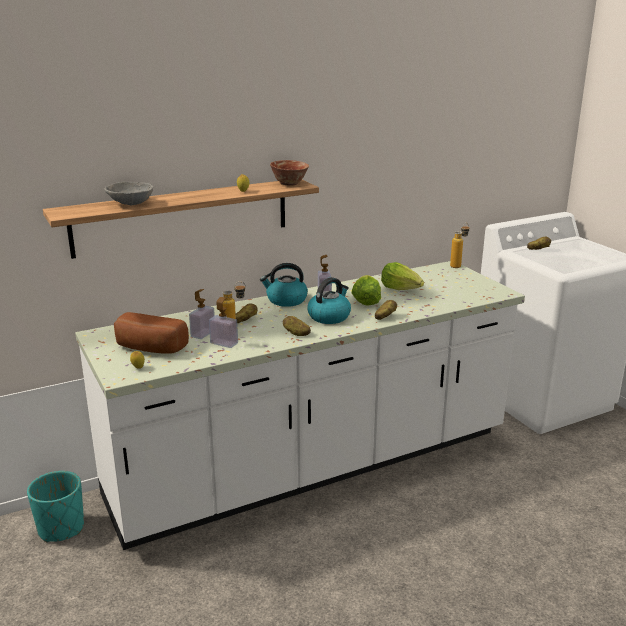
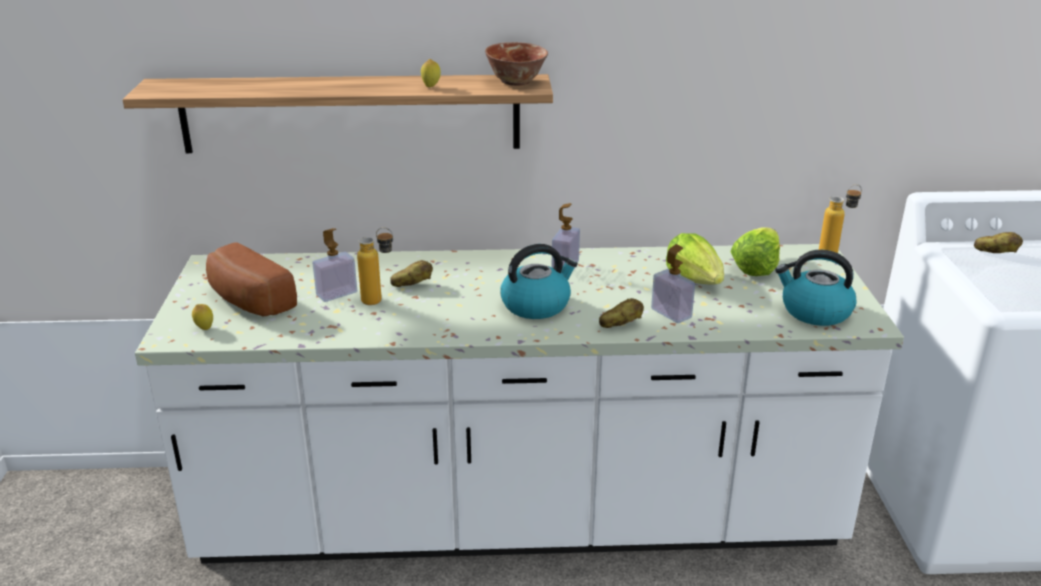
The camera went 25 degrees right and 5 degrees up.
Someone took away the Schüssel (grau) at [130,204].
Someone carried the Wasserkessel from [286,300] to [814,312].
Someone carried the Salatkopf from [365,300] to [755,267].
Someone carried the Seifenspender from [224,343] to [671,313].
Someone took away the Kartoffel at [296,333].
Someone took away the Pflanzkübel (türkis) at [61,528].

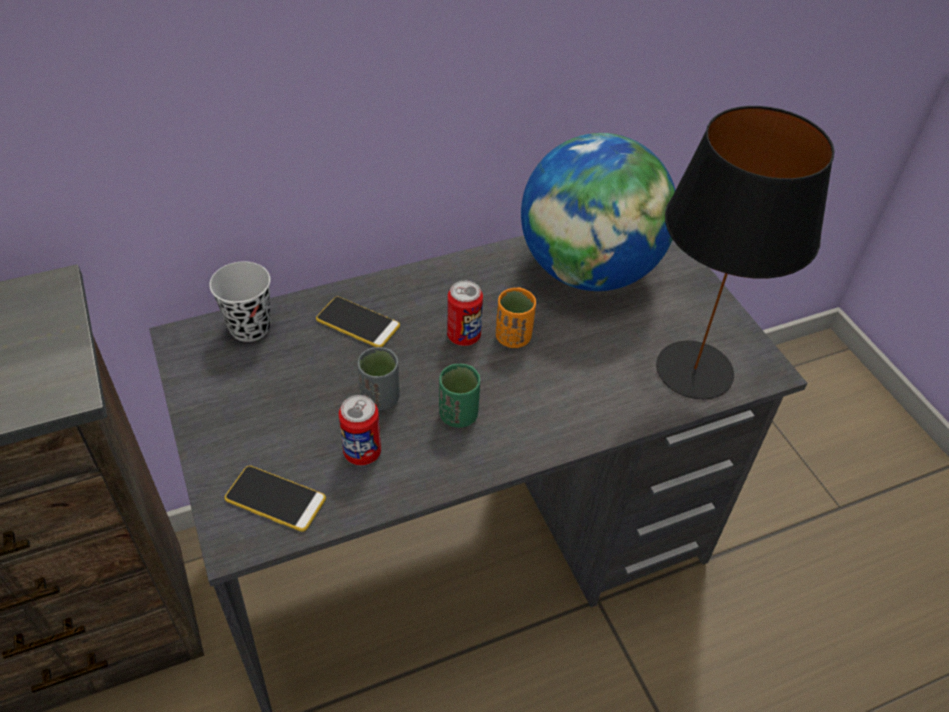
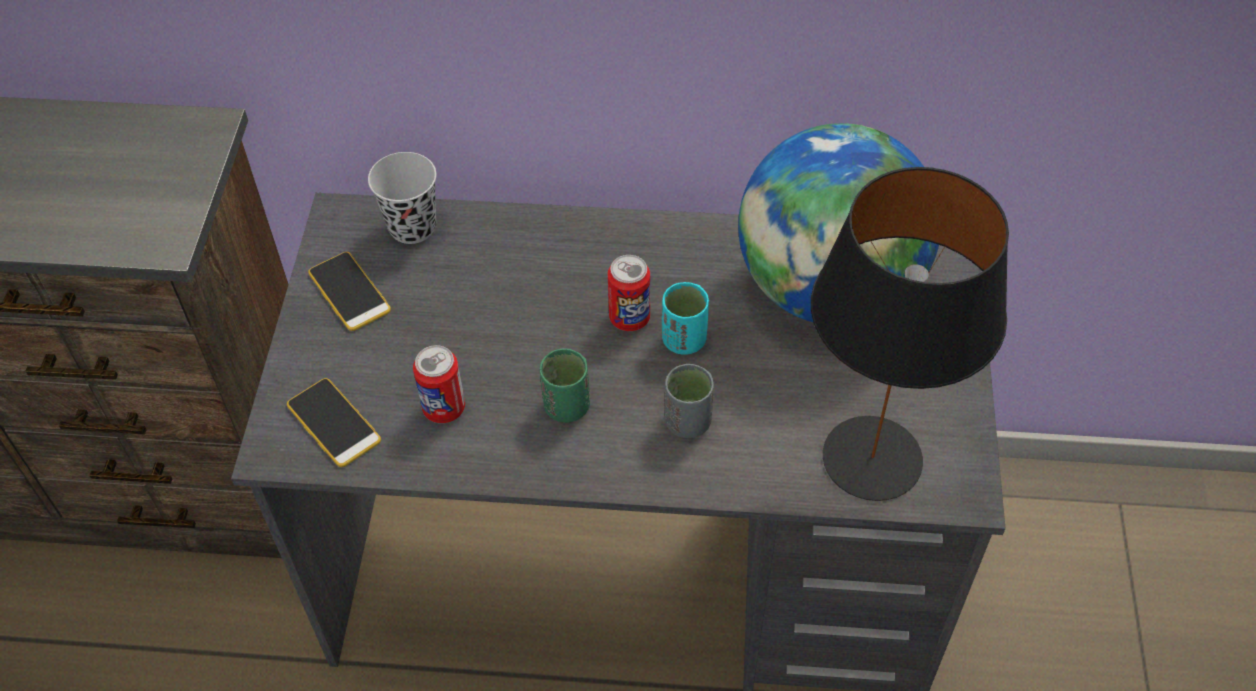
The camera went 30 degrees right and 5 degrees up.
Someone repainted the Tasse (orange) at [513,337], which became the Tasse (türkis) at [684,340].
Someone carried the Handy from [358,323] to [349,292].
Someone carried the Tasse (grau) from [380,398] to [687,422].

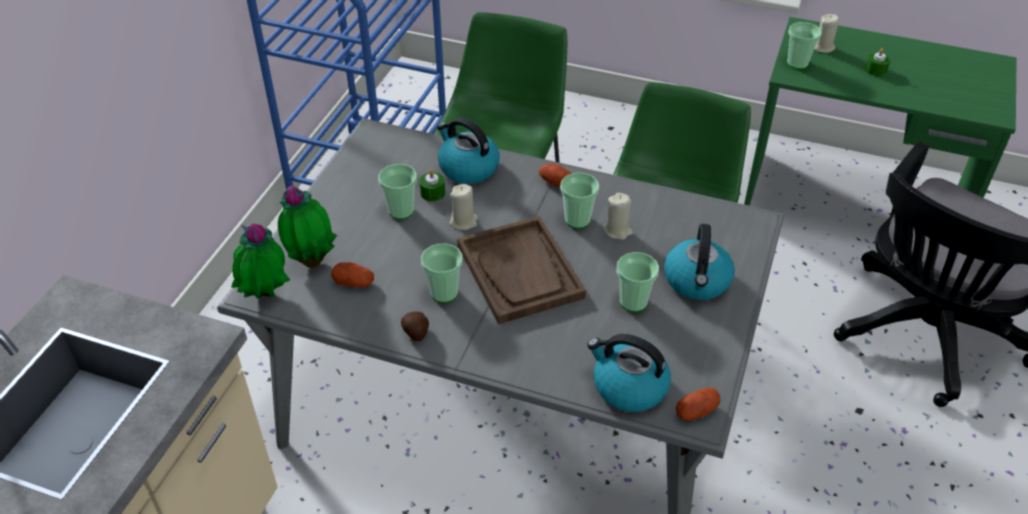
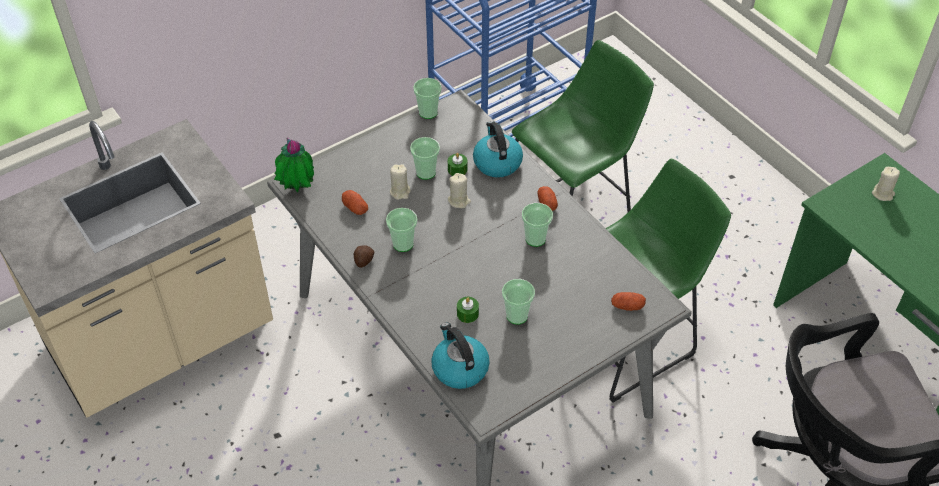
The camera went 35 degrees right and 5 degrees up.
Someone carried the Tasse from [797,63] to [428,112].
Someone carried the Kerze (grün) from [875,70] to [467,314].
Someone took away the Topfpflanze at [312,260].
Someone carried the Kerze (beige) from [617,230] to [400,192].
Someone took away the Tablett (braun) at [520,272].
Someone took away the Wasserkessel at [697,281].
Someone carried the Kartoffel from [696,411] to [627,306].

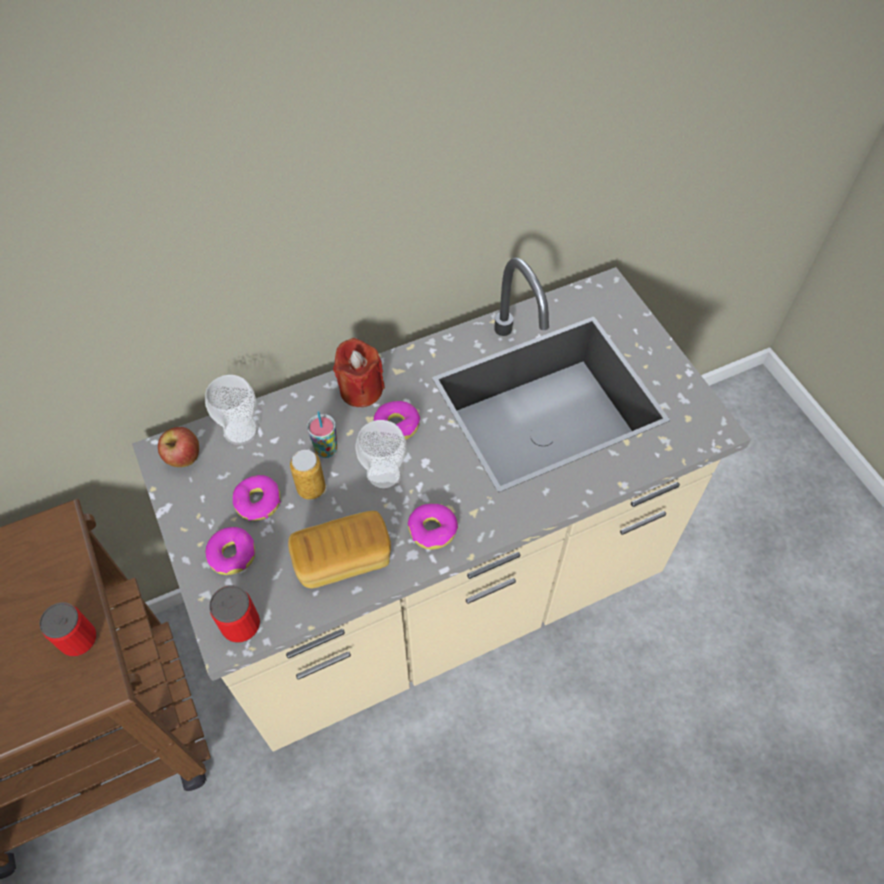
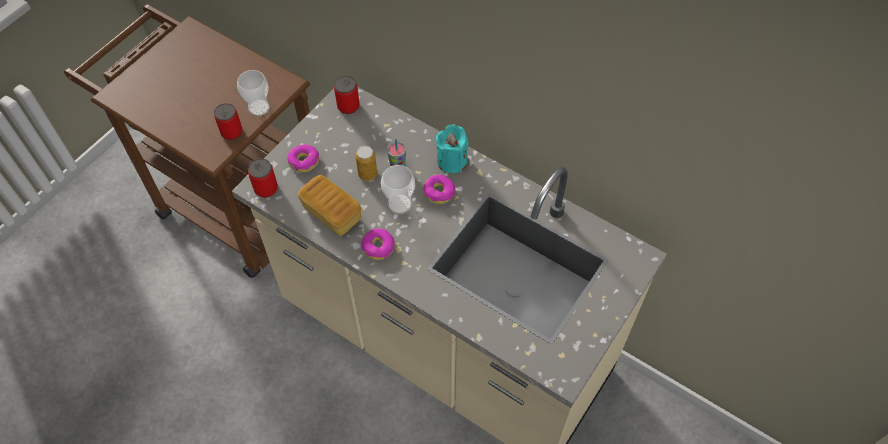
The camera went 60 degrees right and 0 degrees up.
Someone repainted the Kerze (rot) at [361,390], which became the Kerze (türkis) at [452,161].
Someone carried the Tasse from [241,430] to [259,108].
Someone swapped the Apfel at [184,459] for the Dose at [348,106].
Someone took away the Donut at [258,502].

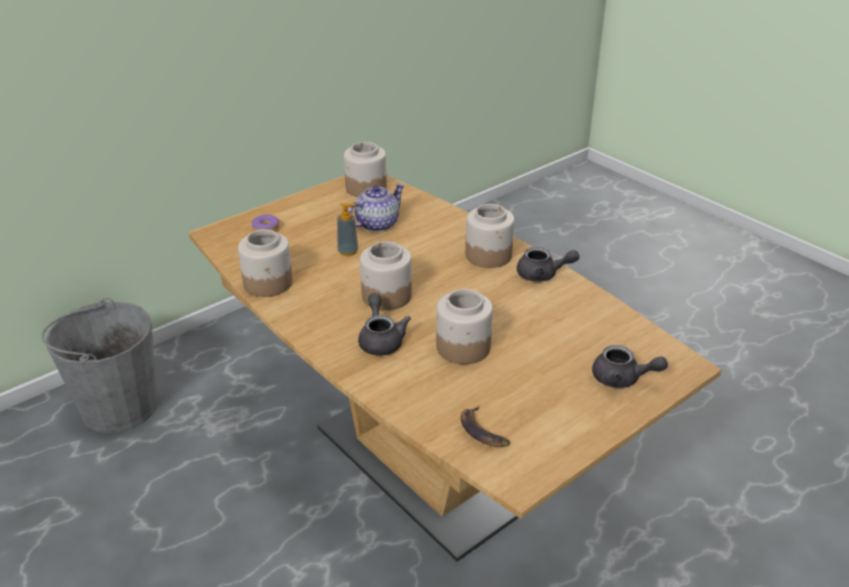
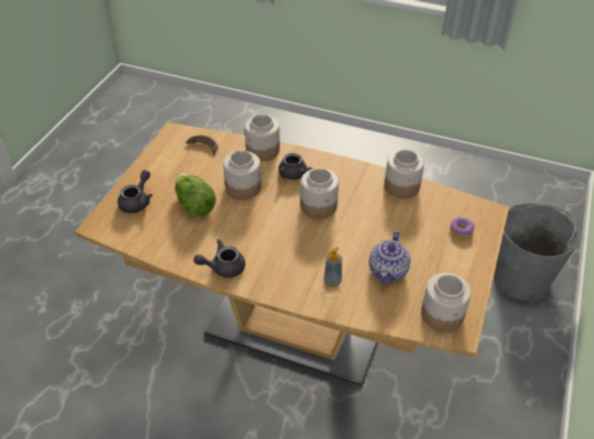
The camera went 150 degrees right and 10 degrees up.
Someone carried the Seifenspender from [348,251] to [332,281].
Someone carried the Vorratsglas from [488,255] to [262,151].
Someone rotated the Teekanne (grau) at [622,379] by 120 degrees clockwise.
Someone put down the Salatkopf at [194,204].

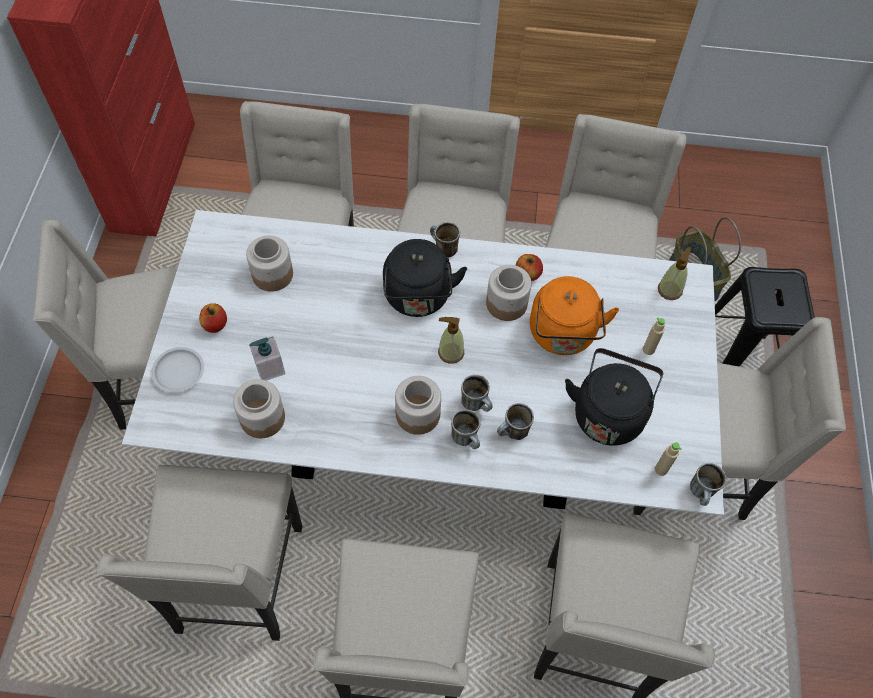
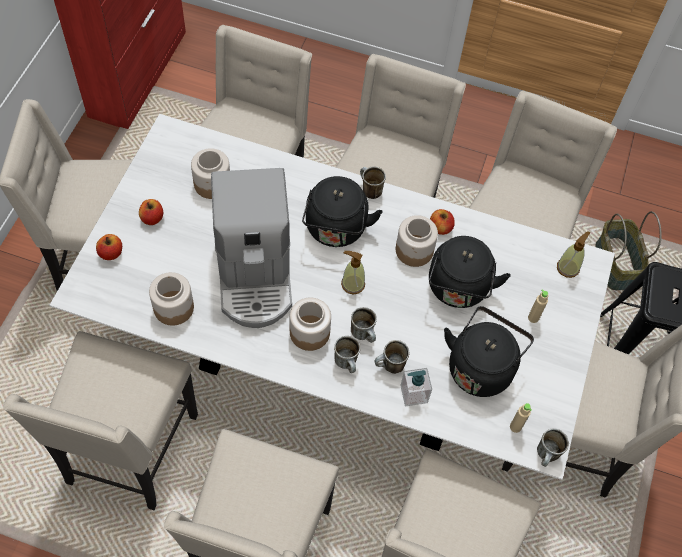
The camera went 10 degrees right and 0 degrees up.
Someone repainted the Wasserkessel (orange) at [563,336], which became the Wasserkessel (schwarz) at [458,289].
Someone carried the Seifenspender from [269,368] to [413,394].
Someone swapped the Teller (weiß) at [178,372] for the Apfel at [111,253].
Someone put down the Kaffeemaschine at [255,275].

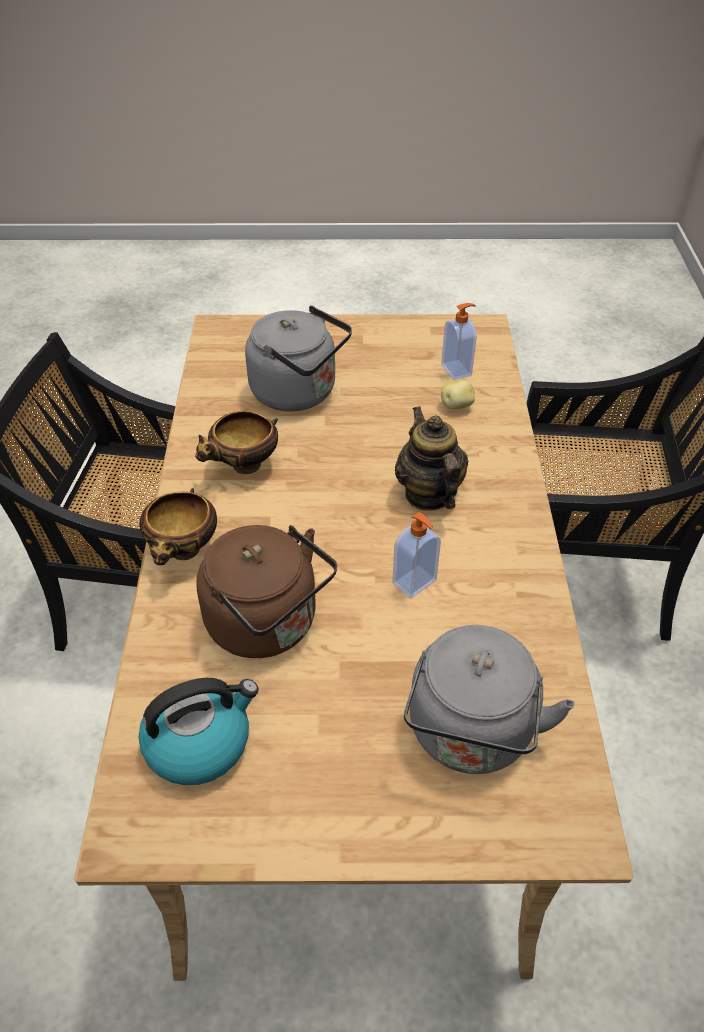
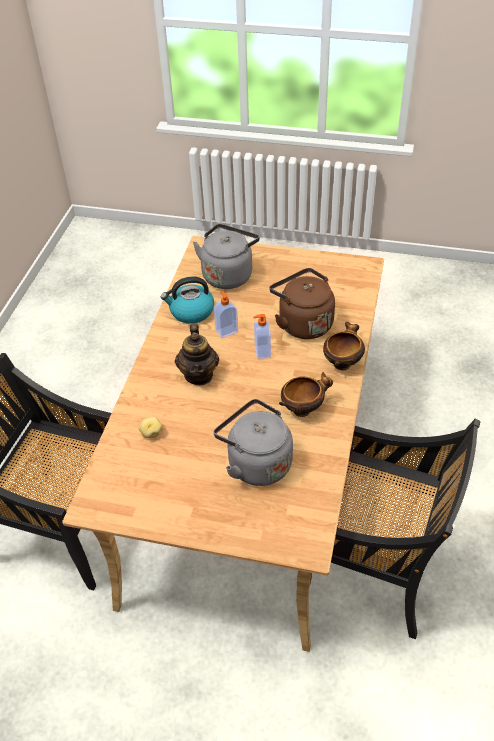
The camera went 165 degrees left and 0 degrees up.
Someone carried the Seifenspender from [457,370] to [262,352].
Someone carried the Wasserkessel from [200,742] to [191,312].

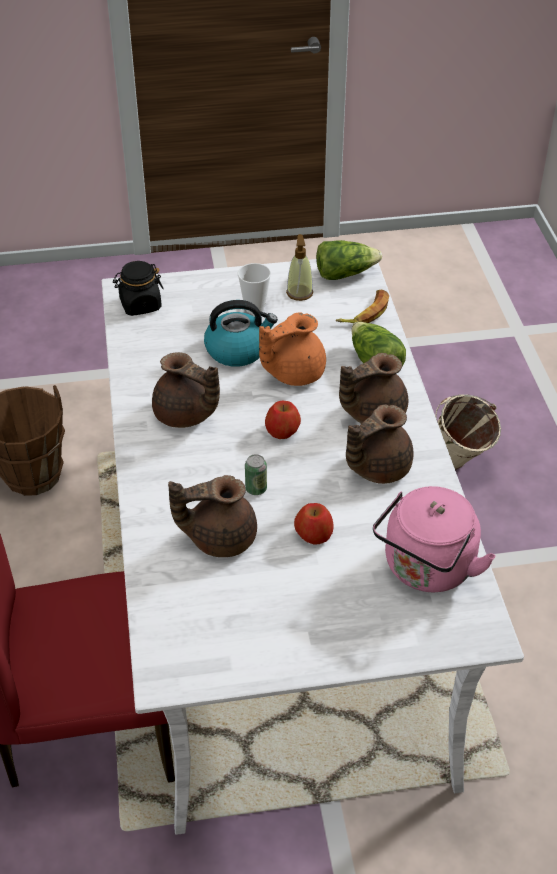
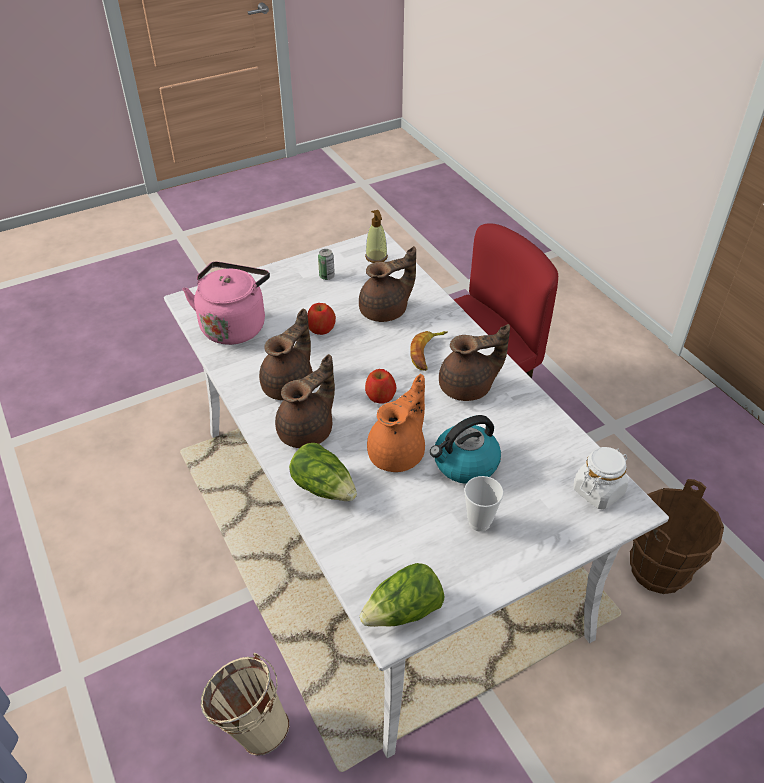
The camera went 160 degrees right and 0 degrees up.
Someone carried the Seifenspender from [299,293] to [376,257].
Someone repainted the Vorratsglas (schwarz) at [140,305], which became the Vorratsglas (weiß) at [598,491].
Someone carried the Banane from [366,312] to [427,353].
Someone rotated the Teekanne (braun) at [185,415] by 150 degrees clockwise.
Someone carried the Dose from [256,489] to [327,276].

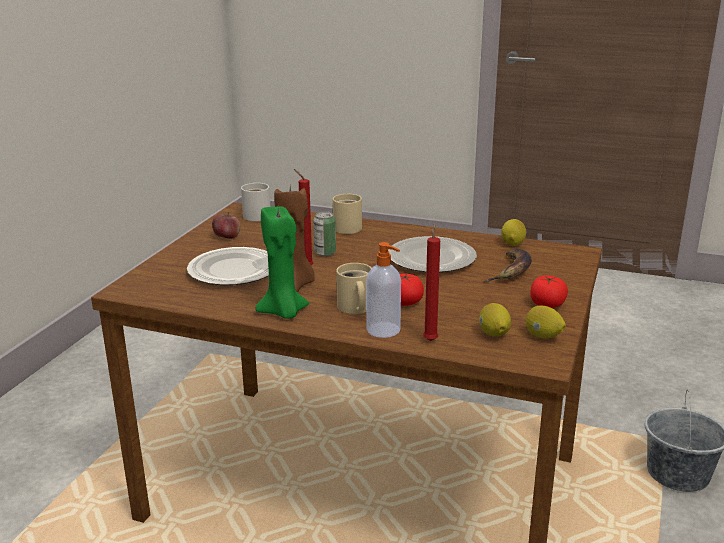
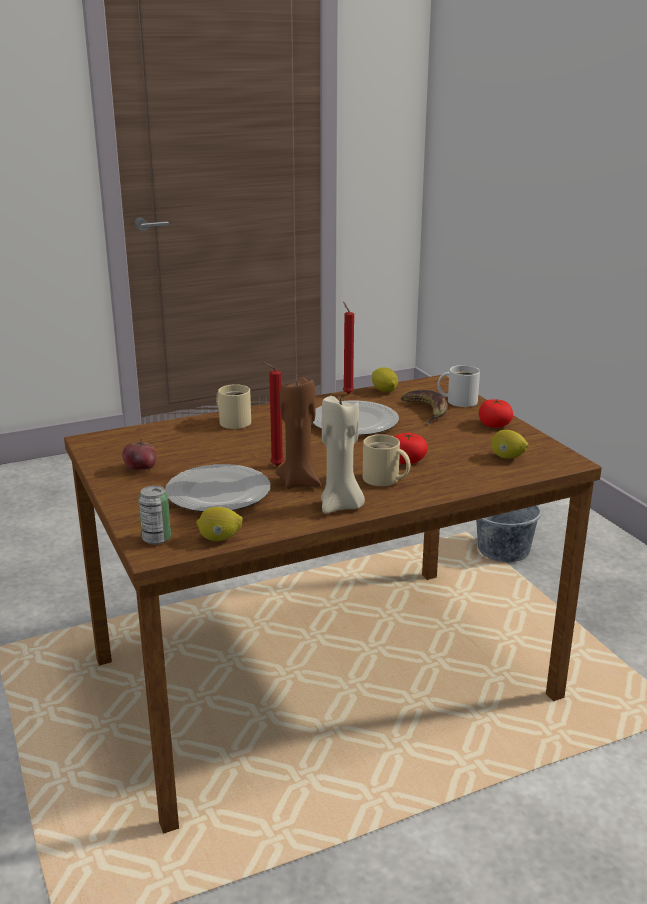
The camera went 45 degrees left and 0 degrees up.
Someone carried the Henkelbecher (weiß) from [256,215] to [459,401].
Someone repainted the Kerze (grün) at [283,313], which became the Kerze (beige) at [341,506].
Someone carried the Dose from [325,253] to [156,539].
Someone carried the Kerze (rot) from [431,340] to [347,393].
Someone took away the Seifenspender at [384,330].
Someone carried the Zitrone from [543,336] to [219,538].

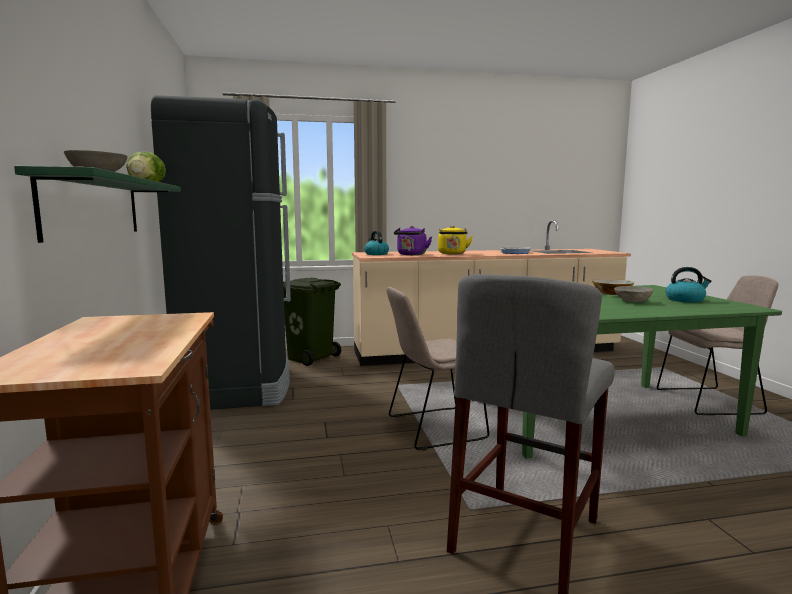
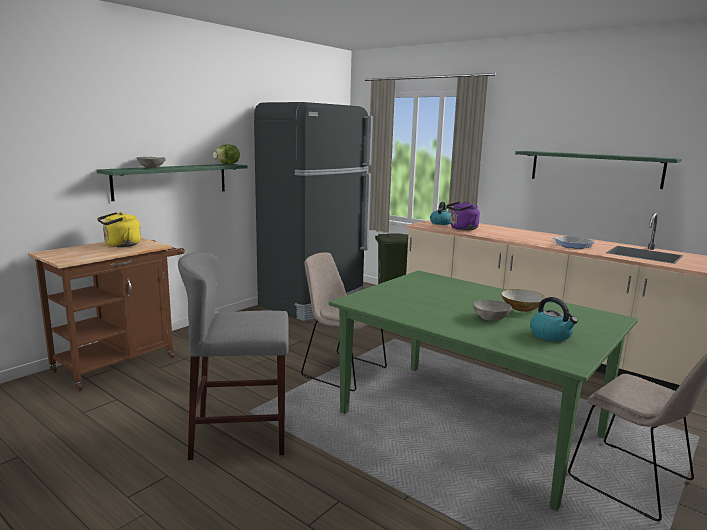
The camera went 50 degrees right and 5 degrees up.
Someone carried the Wasserkessel (gelb) from [452,253] to [120,245].
Someone put up the Wandregal (grün) at [595,169].

